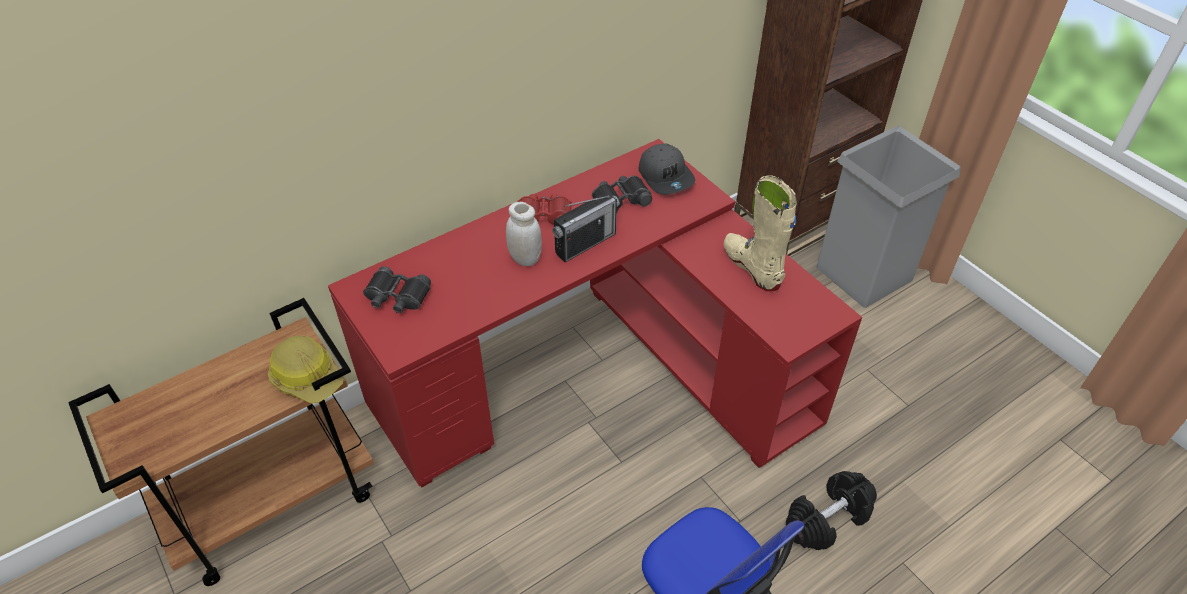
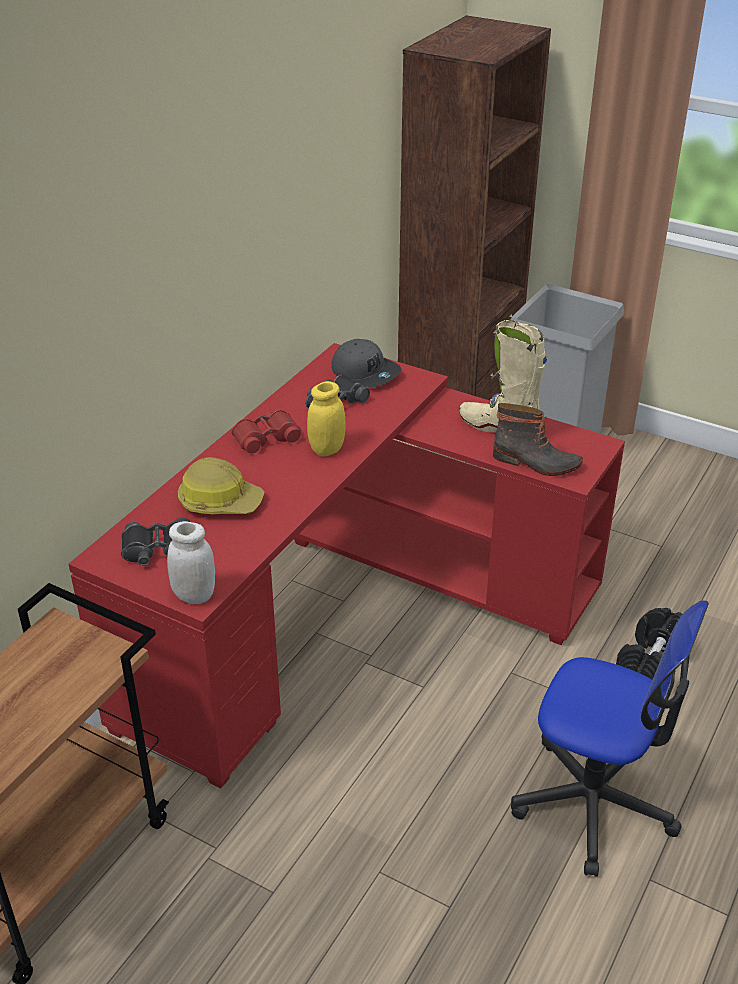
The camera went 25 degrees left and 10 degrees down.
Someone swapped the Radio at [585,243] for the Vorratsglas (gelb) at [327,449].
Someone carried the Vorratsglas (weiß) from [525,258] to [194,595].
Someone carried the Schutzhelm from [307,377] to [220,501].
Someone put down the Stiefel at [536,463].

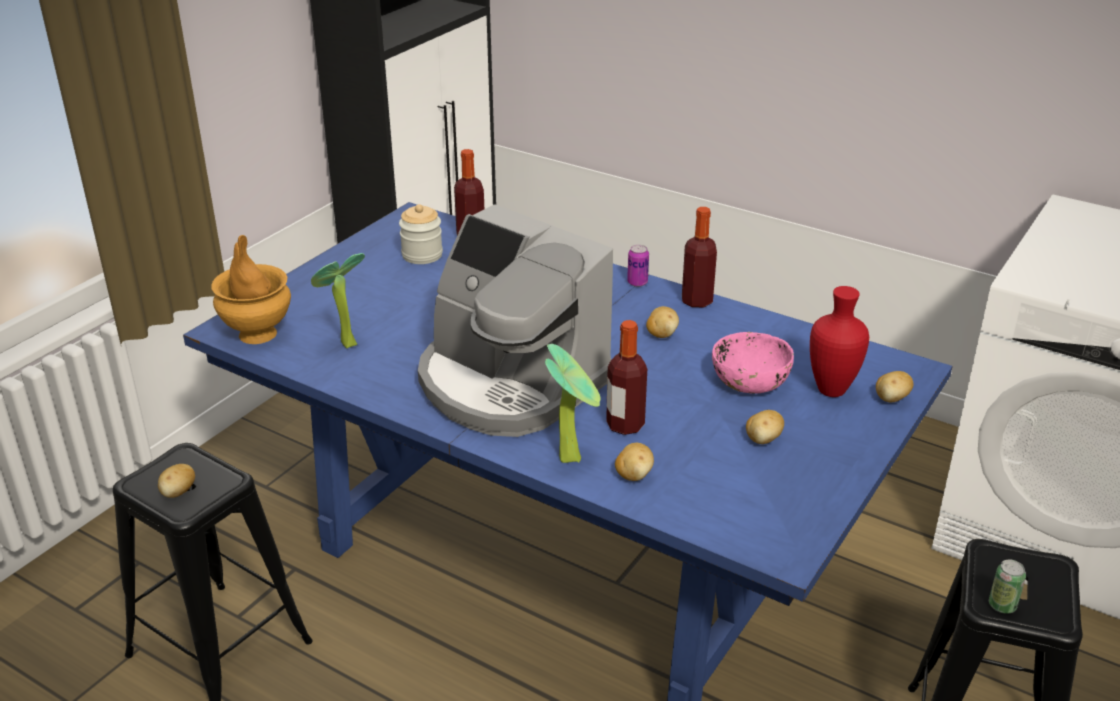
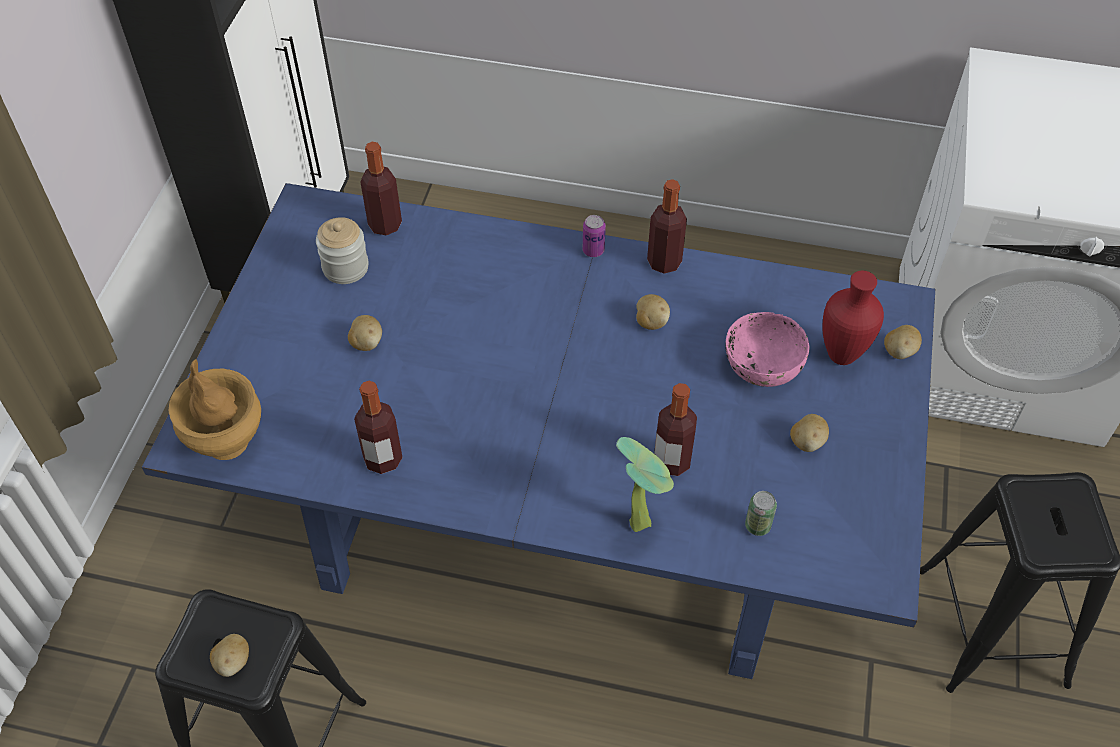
The camera went 20 degrees left and 20 degrees up.
Someone took away the Kaffeemaschine at [509,383].
Someone took away the Topfpflanze at [344,344].
Someone carried the Kartoffel from [633,475] to [366,343].
Someone carried the Dose from [1002,605] to [757,526].
Someone put down the Flasche at [383,459].

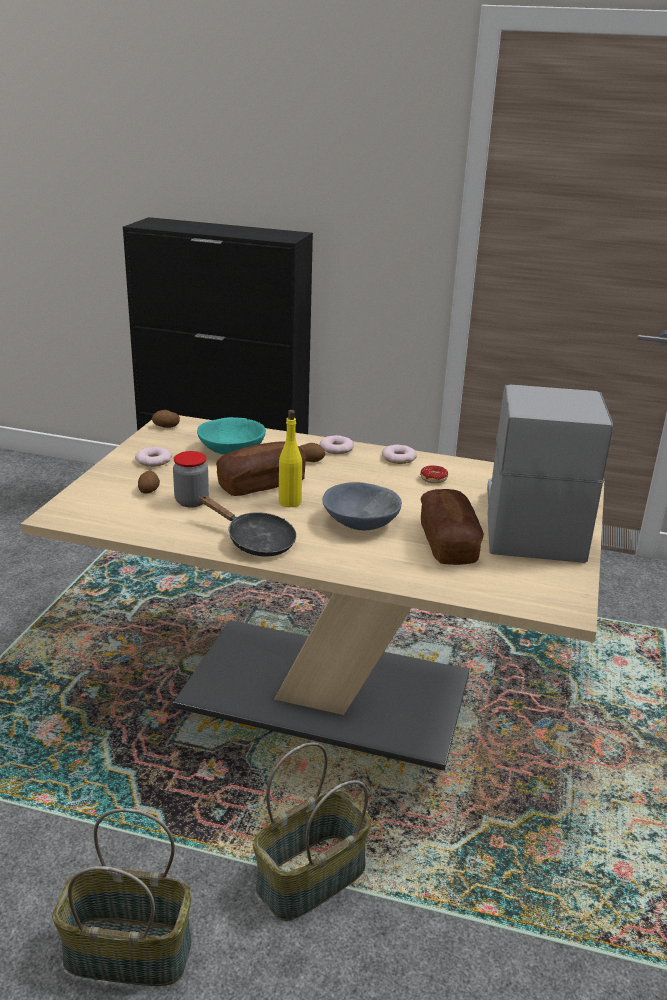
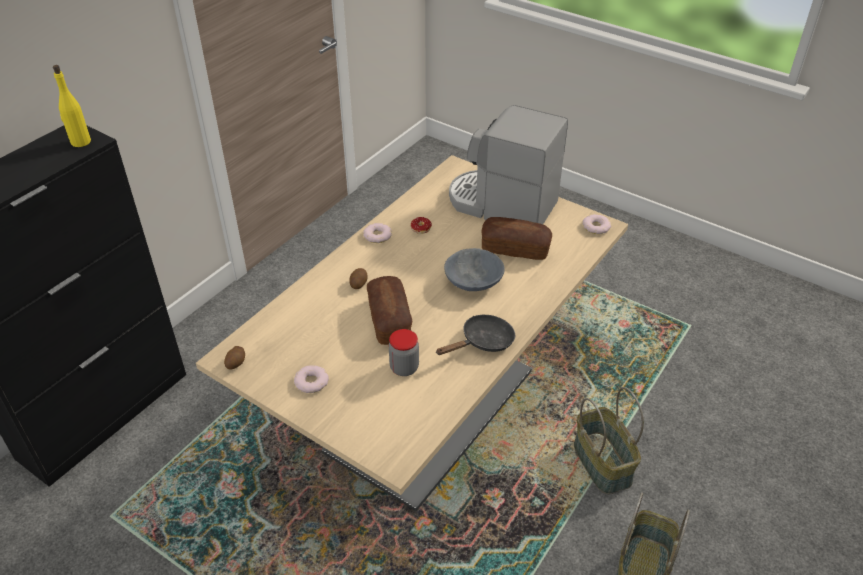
The camera went 70 degrees left and 15 degrees up.
Someone carried the Flasche (gelb) from [289,502] to [80,142].
Someone took away the Schüssel (türkis) at [231,450].
Someone carried the Donut from [336,448] to [596,227].
Someone took away the Kartoffel at [149,490].

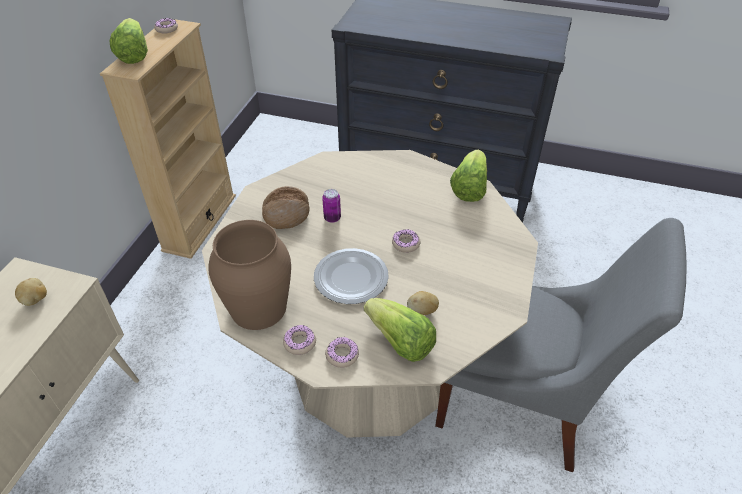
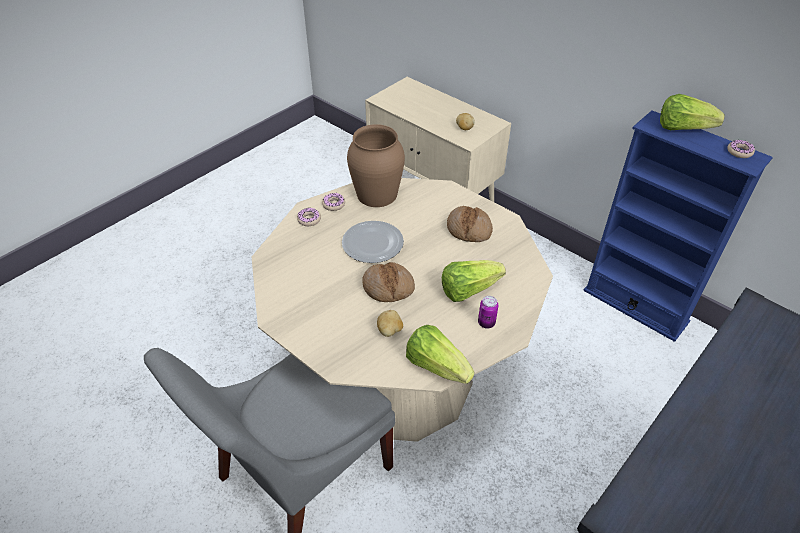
The camera went 115 degrees right and 0 degrees up.
Someone repainted the Bücherregal (beige) at [199,222], which became the Bücherregal (blau) at [635,306].
Someone carried the Dose from [332,218] to [486,323].
Someone swapped the Donut at [406,244] for the Brot at [388,287].
Someone carried the Kartoffel from [422,311] to [390,331].
Someone carried the Salatkopf from [400,342] to [468,290].

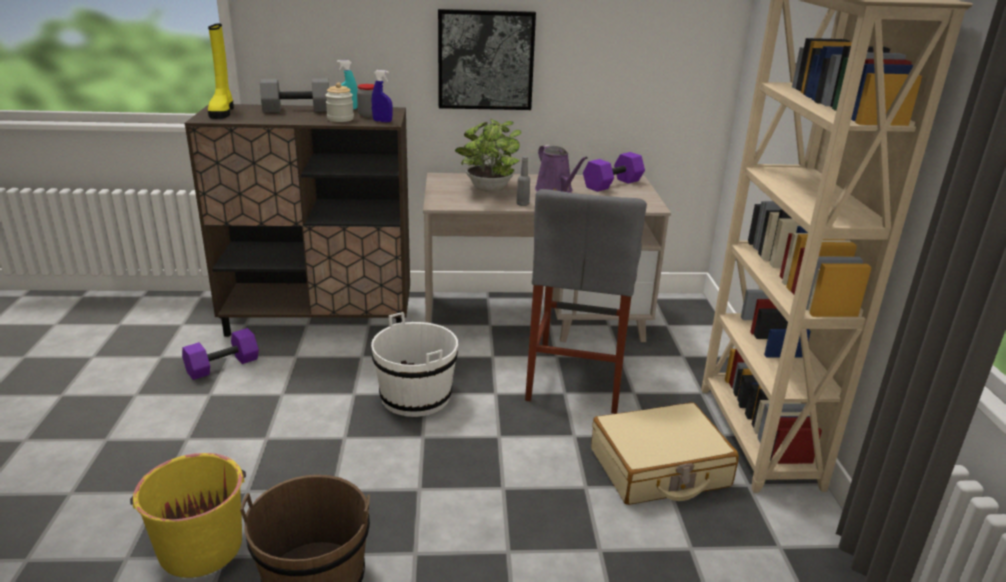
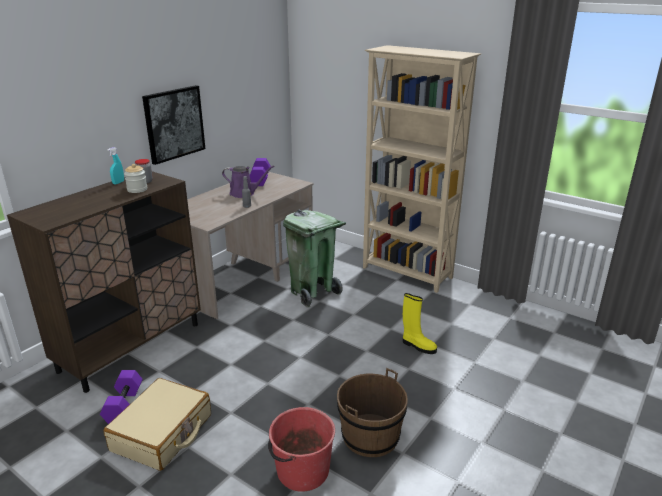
The camera went 50 degrees left and 0 degrees up.
Someone carried the Stiefel (gelb) from [222,112] to [418,346].
Someone took away the Sprühflasche (blau) at [382,121].
Someone took away the Hantel (grau) at [296,110].
Someone took away the Topfpflanze at [488,190].
Someone swapped the Hocker (grau) at [576,378] for the Mülleimer (grün) at [312,292].
Someone took away the Eimer (weiß) at [416,397].
Someone carried the Koffer (beige) from [659,468] to [162,433].
Someone repainted the Eimer (gelb) at [200,547], which became the Eimer (rot) at [302,470].

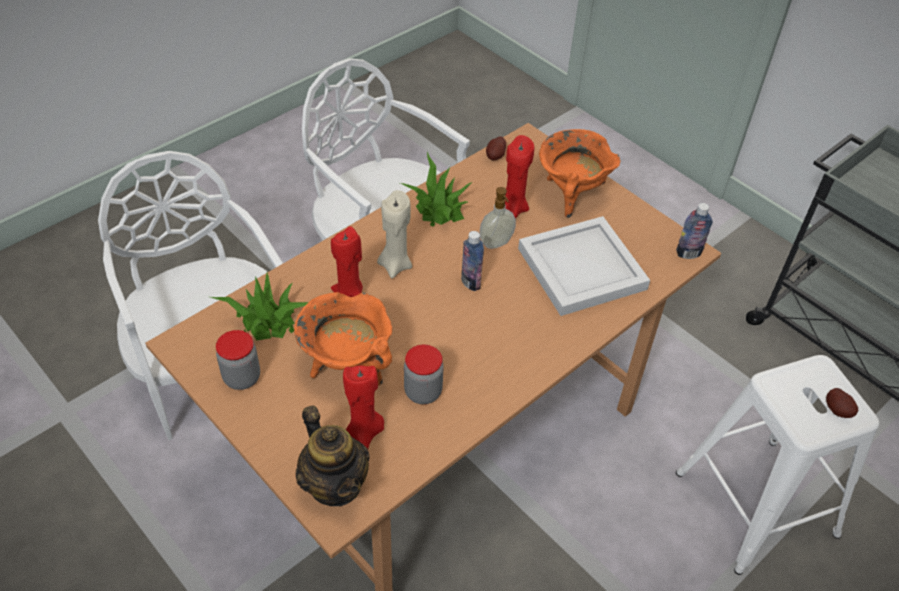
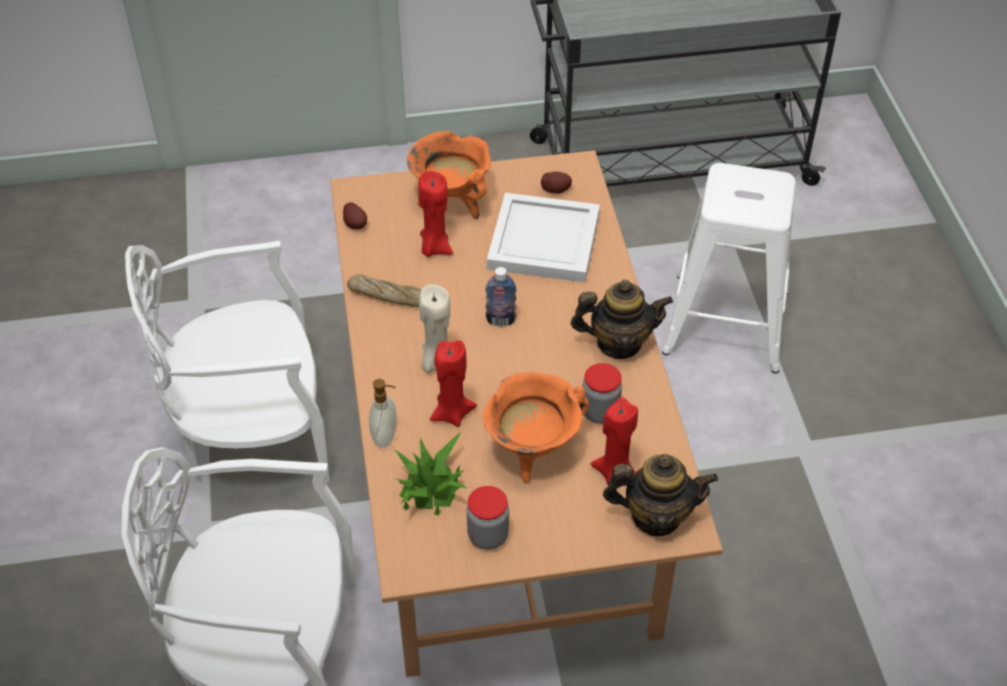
The camera went 55 degrees left and 0 degrees up.
Someone swapped the Topfpflanze at [439,207] for the Brot at [388,296].
Someone carried the Seifenspender from [496,244] to [386,436].
Someone took away the Flasche at [688,253].
Someone carried the Kartoffel from [838,410] to [556,189].
Someone put down the Teekanne at [618,343].

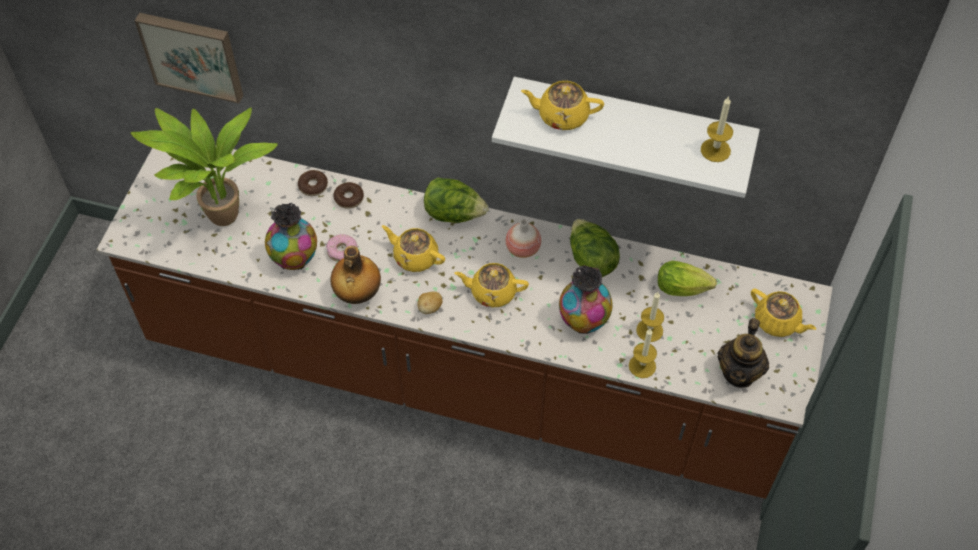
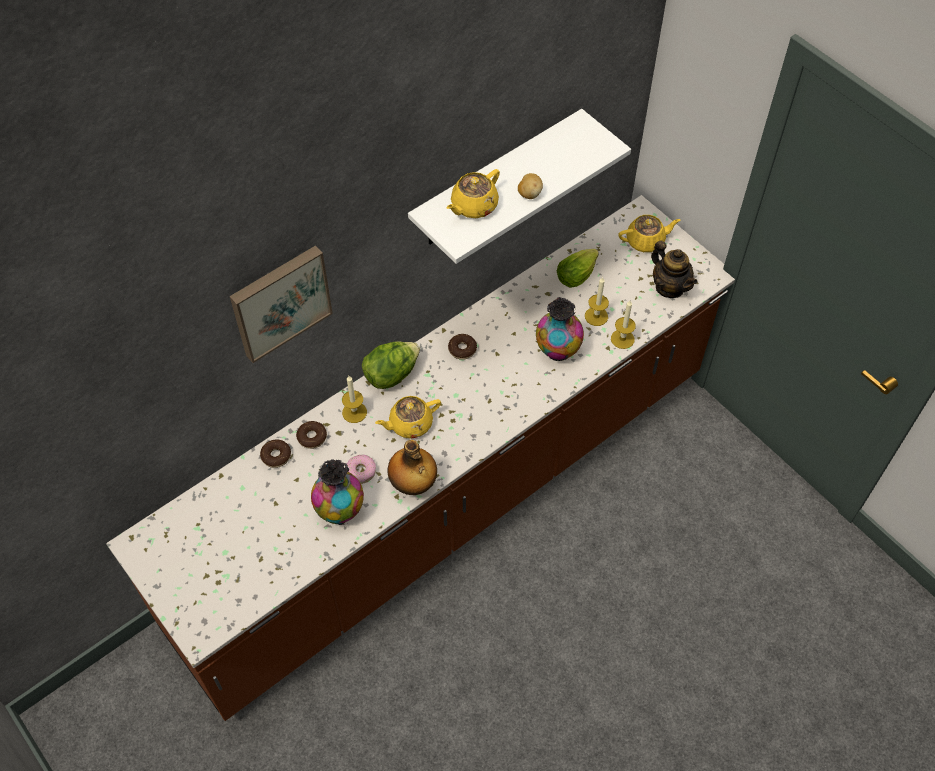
The camera went 55 degrees left and 0 degrees up.
Someone carried the Bild from [192,55] to [280,301].
Someone carried the Kerze from [715,150] to [354,412].
Someone took away the Topfpflanze at [223,221].
Someone swapped the Vase at [523,249] for the Donut at [462,349].
Someone took away the Salatkopf at [591,260].
Someone took away the Teekanne (gelb) at [492,292].
Someone carried the Kartoffel from [430,308] to [529,194].

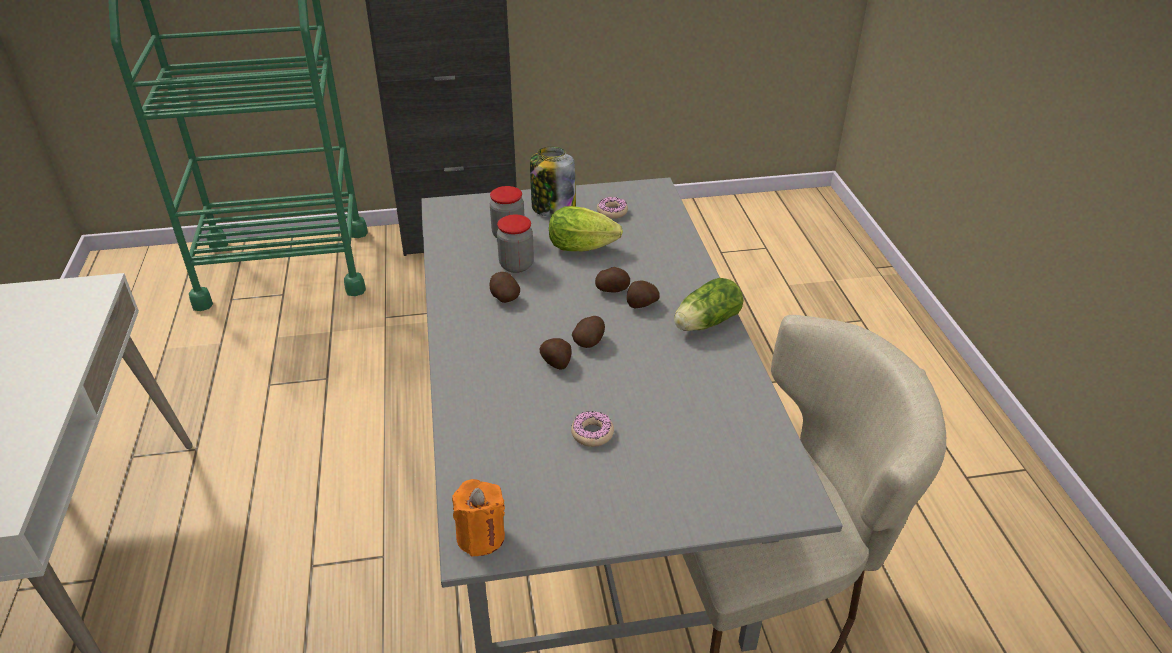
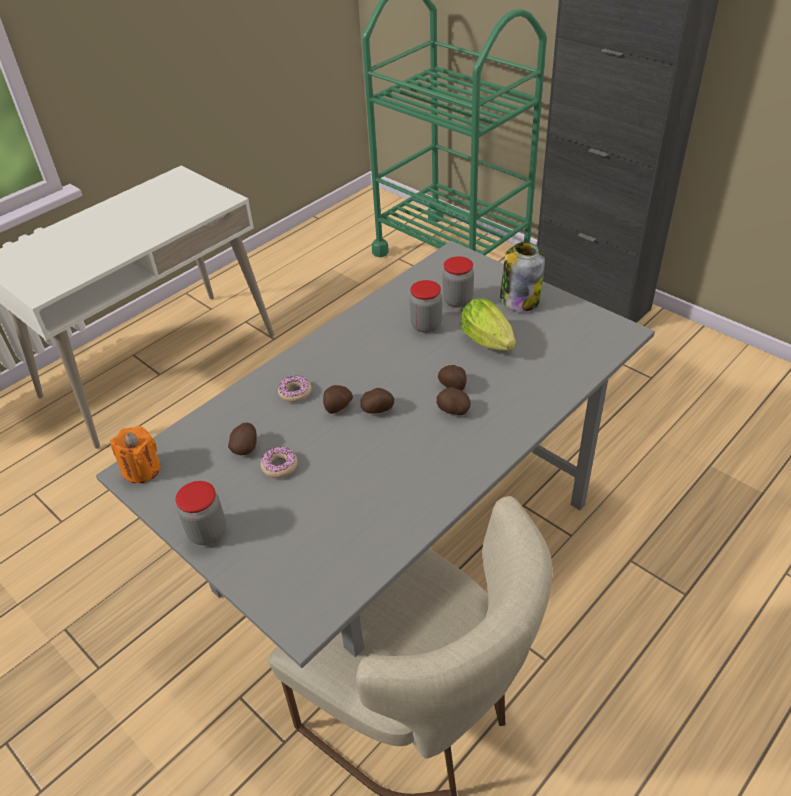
The camera went 55 degrees right and 5 degrees up.
Someone carried the Donut from [612,212] to [295,392].
Someone carried the Kartoffel from [504,297] to [246,447].
Someone took away the Salatkopf at [704,323].
Someone put down the Vorratsglas at [207,532].

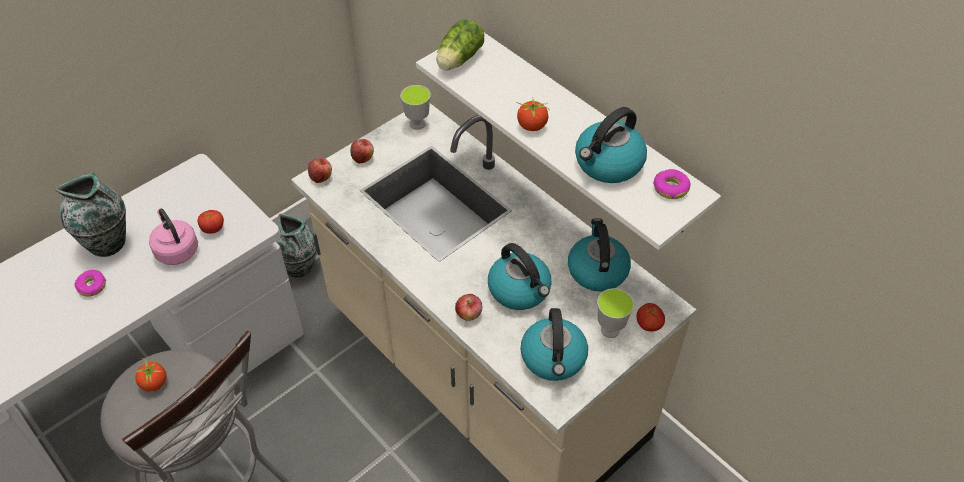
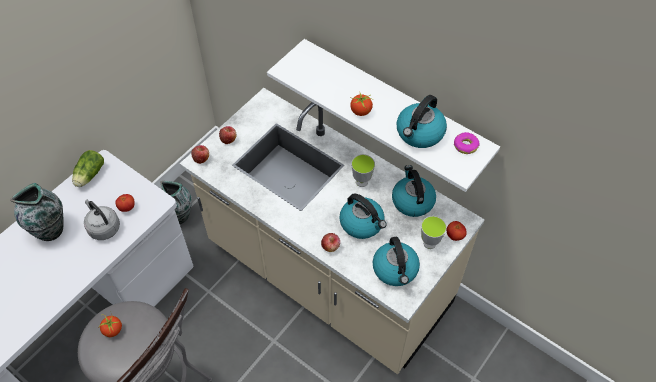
The camera went 10 degrees left and 5 degrees up.
Someone carried the Salatkopf from [458,60] to [89,175].
Someone carried the Tasse from [417,124] to [361,181].
Someone repainted the Wasserkessel (rosa) at [176,250], which became the Wasserkessel (grau) at [103,227].
Someone took away the Donut at [92,286].

